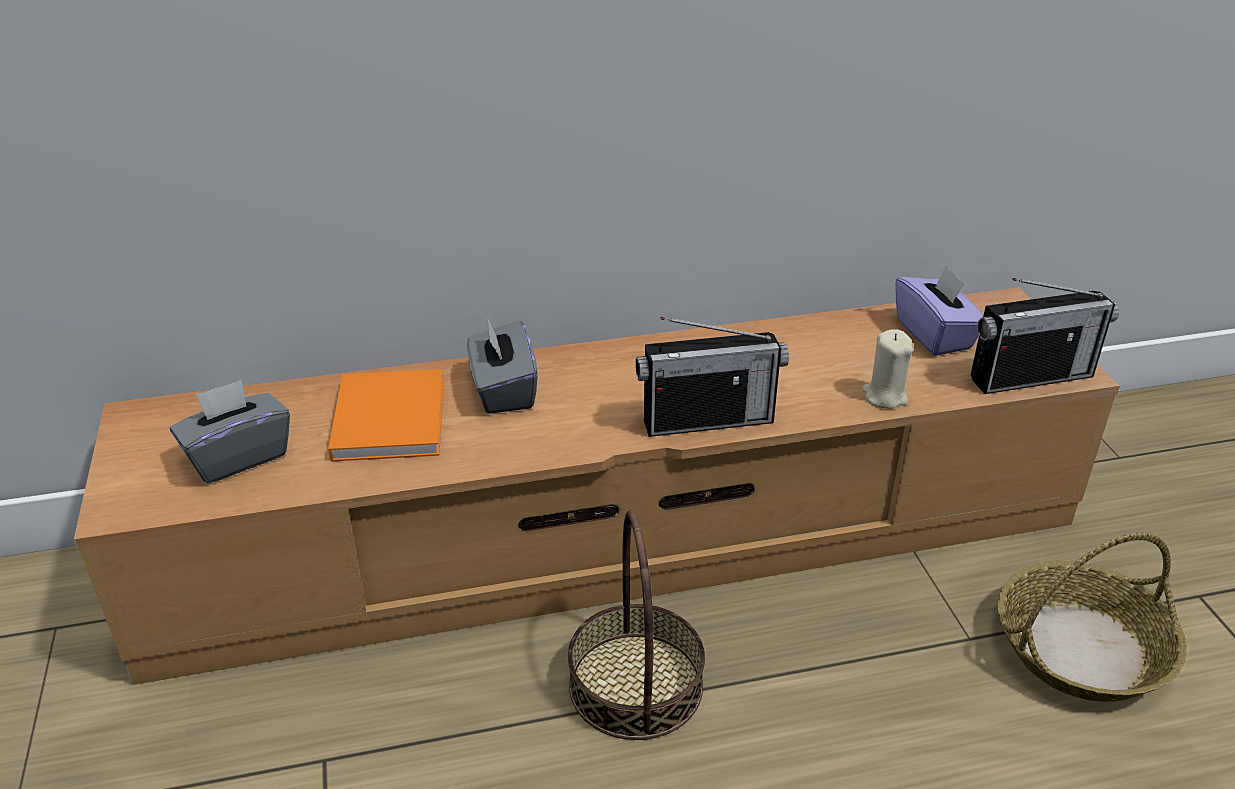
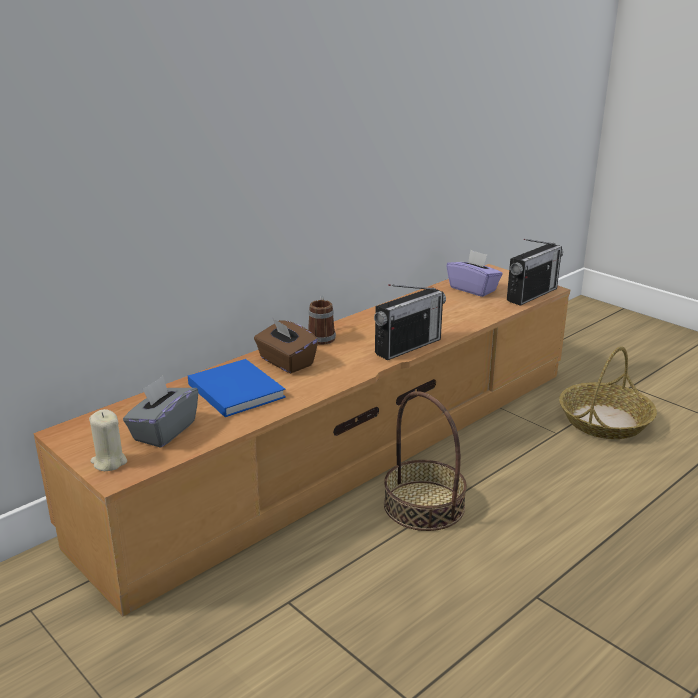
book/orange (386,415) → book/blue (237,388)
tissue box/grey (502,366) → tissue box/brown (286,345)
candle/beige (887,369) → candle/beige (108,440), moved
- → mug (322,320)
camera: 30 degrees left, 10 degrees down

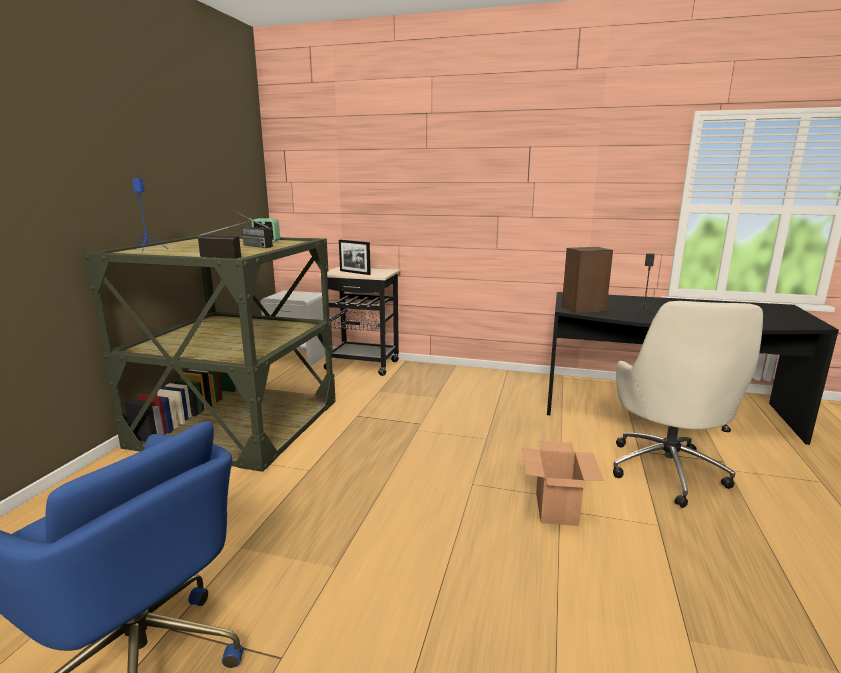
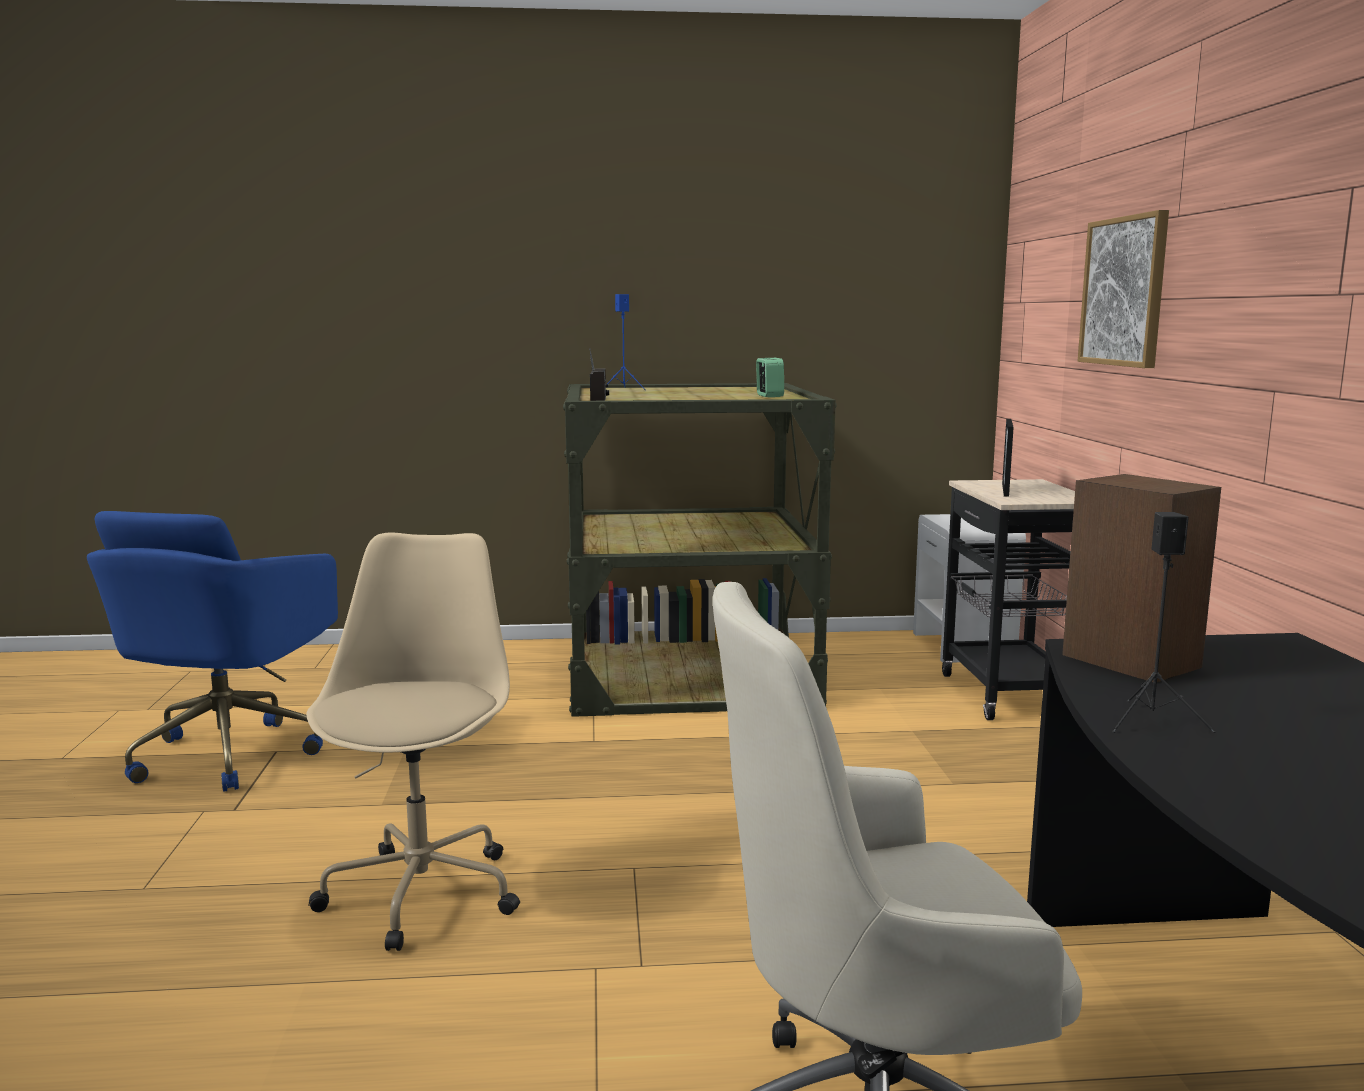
radio (254,230) → -
cardboard box (563,483) → -
- → office chair/beige (413,742)
- → picture (1123,289)
camera: 70 degrees right, 5 degrees down

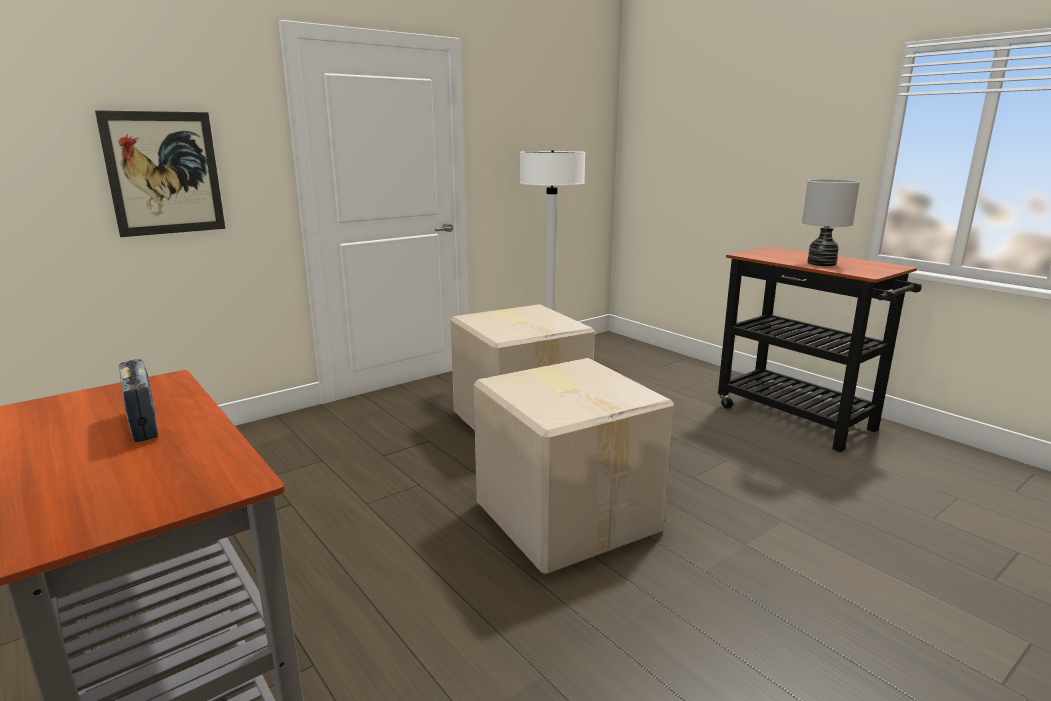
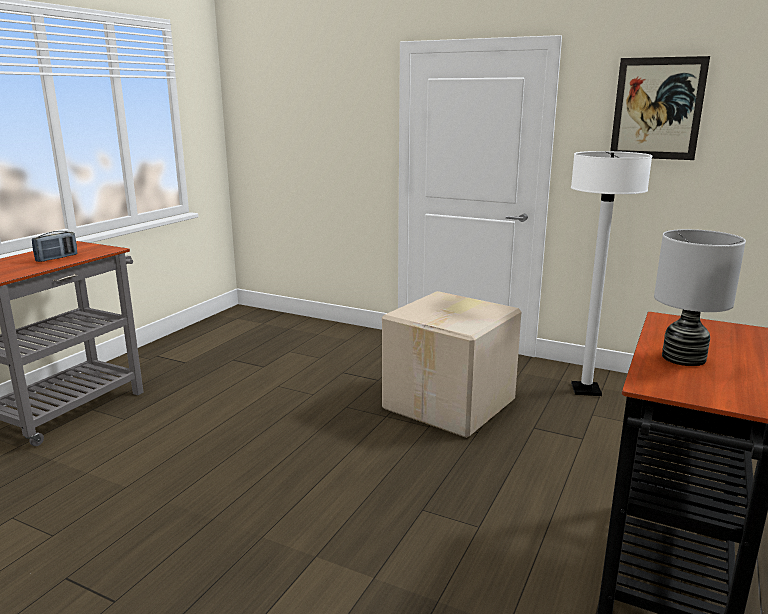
picture (160,173) → picture (660,108), moved
cardboard box (574,466) → -
camera: 65 degrees right, 0 degrees up

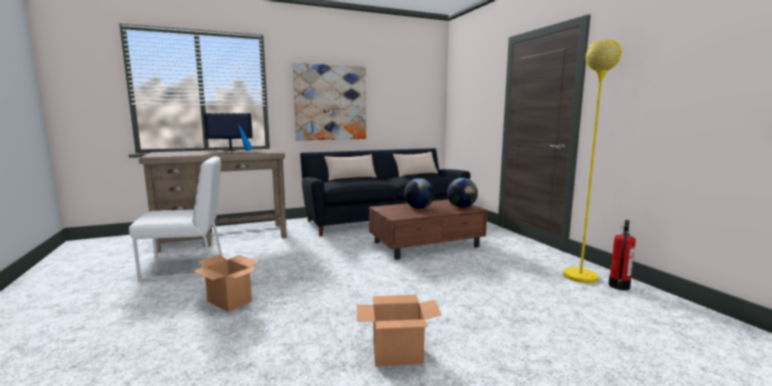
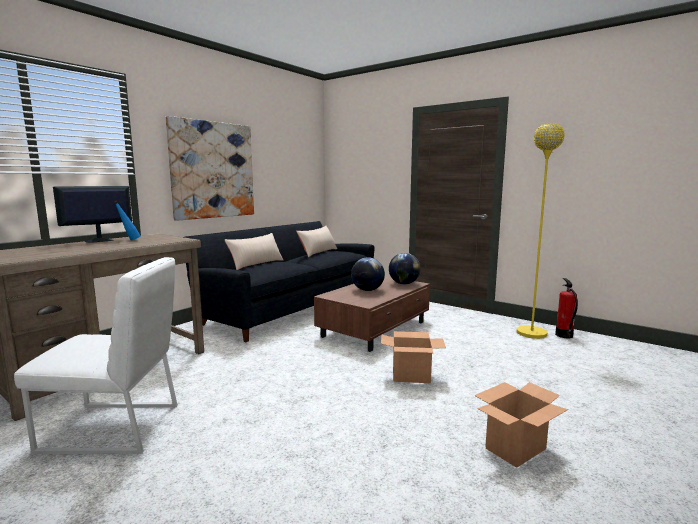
chair/white (175,219) → chair/white (96,355), 45 degrees clockwise
cardboard box (226,283) → cardboard box (413,357), moved
camera: 30 degrees left, 0 degrees up

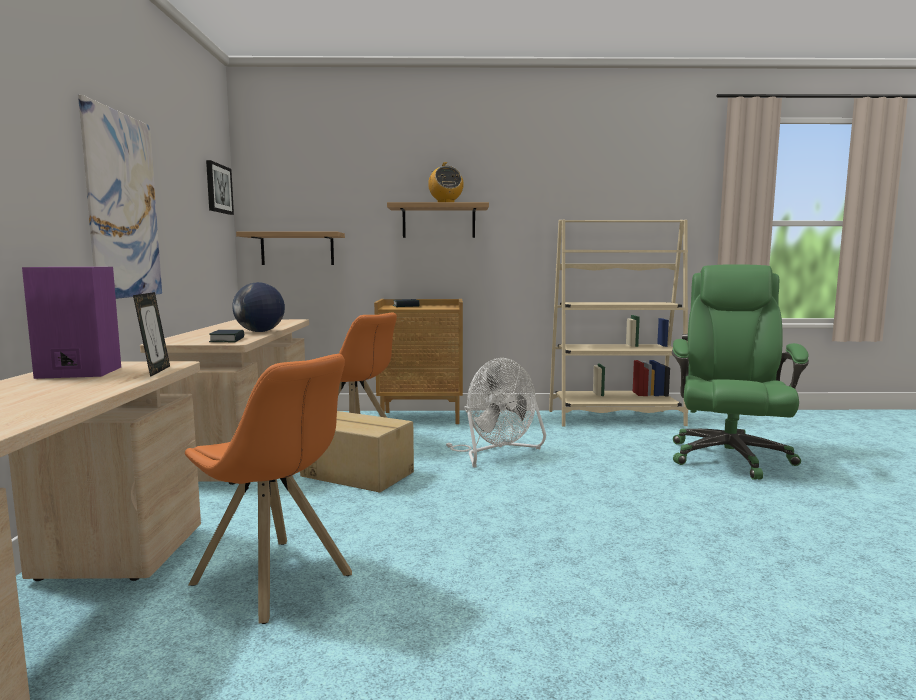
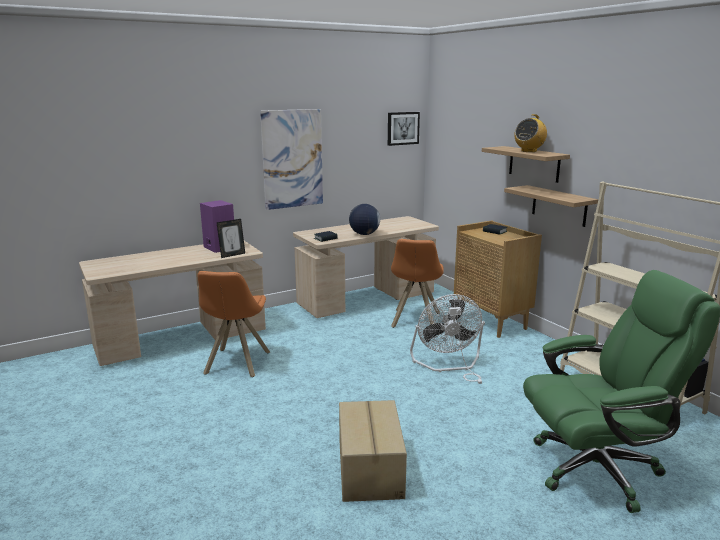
shelf (290,248) → shelf (551,206), moved
cardboard box (357,452) → cardboard box (373,451), moved
fan/white (496,412) → fan/white (447,339), 150 degrees clockwise
camera: 60 degrees right, 10 degrees up

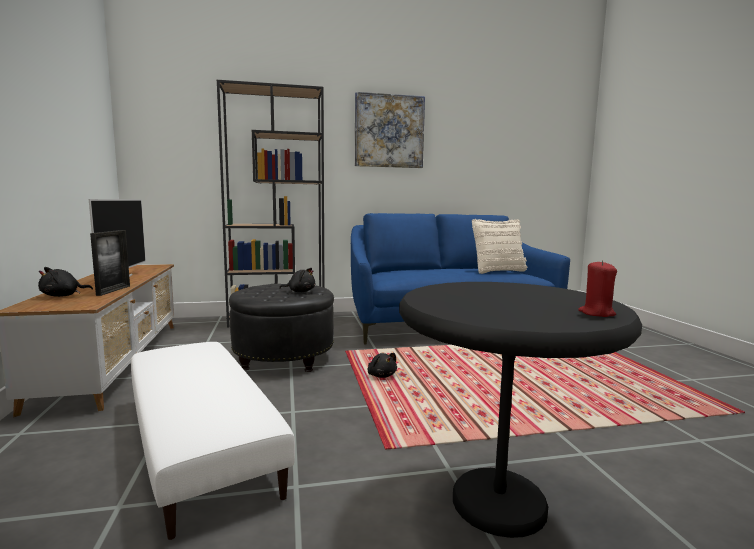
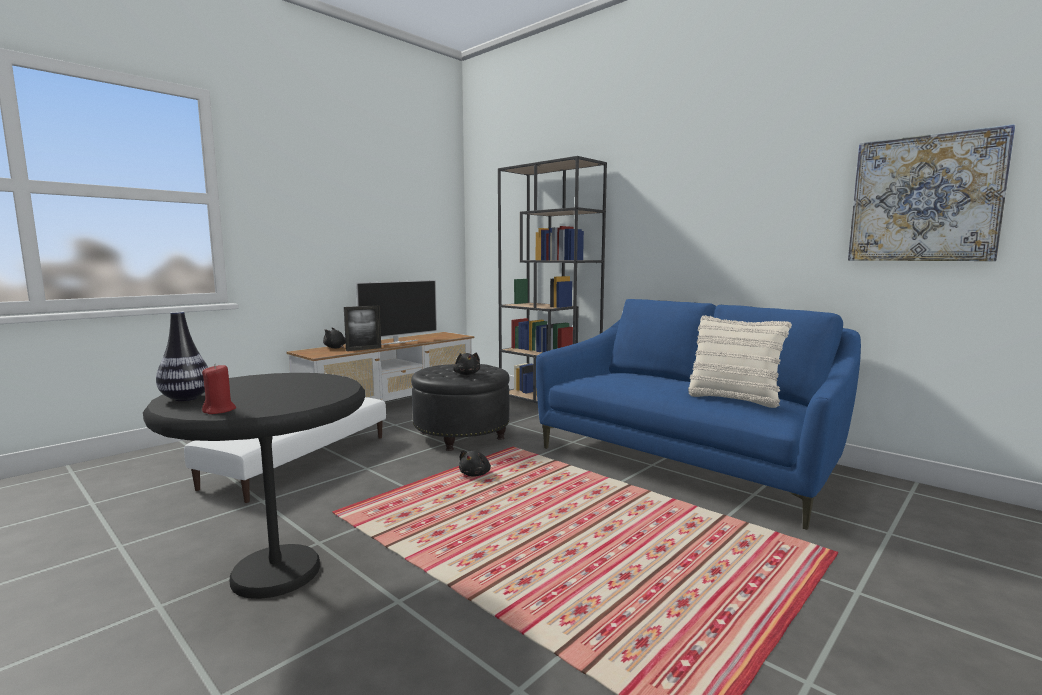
picture (390,130) → picture (932,192), moved
- → vase (182,356)
camera: 55 degrees right, 0 degrees up

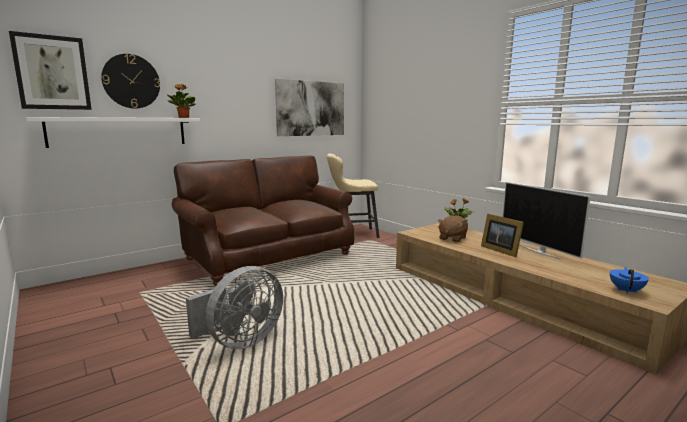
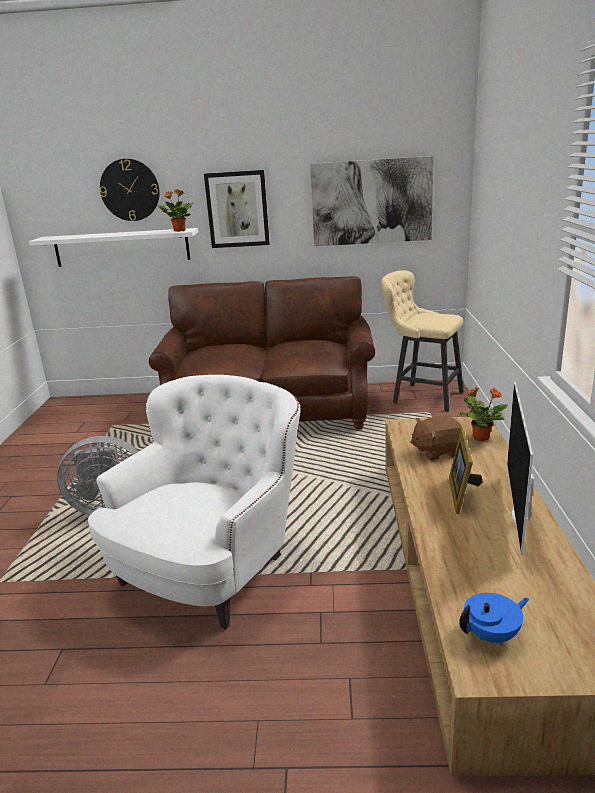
picture (50,70) → picture (237,209), moved
- → armchair/white (194,502)
camera: 40 degrees right, 10 degrees up

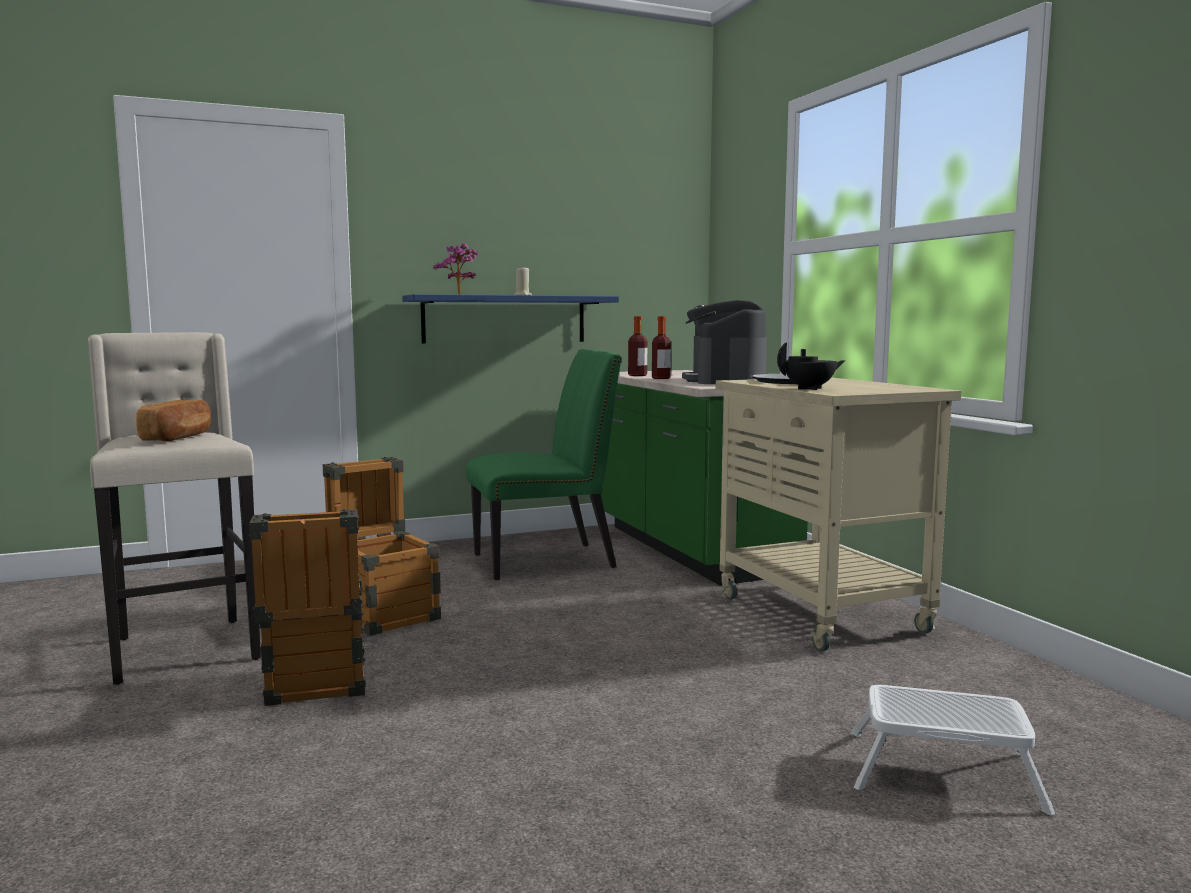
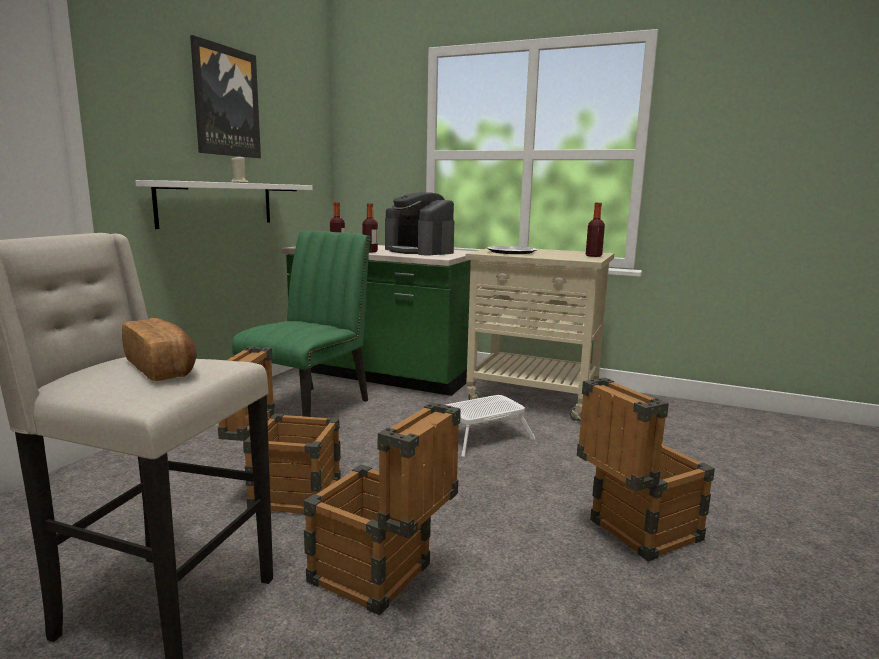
shelf/blue (510,319) → shelf/white (224,204)
potted plant (455,269) → -
teapot/black (811,366) → -
step ladder/white (953,750) → step ladder/white (490,426), moved
- → picture (225,96)
- → crate (646,469)
- → bottle (595,230)
camera: 45 degrees left, 5 degrees up

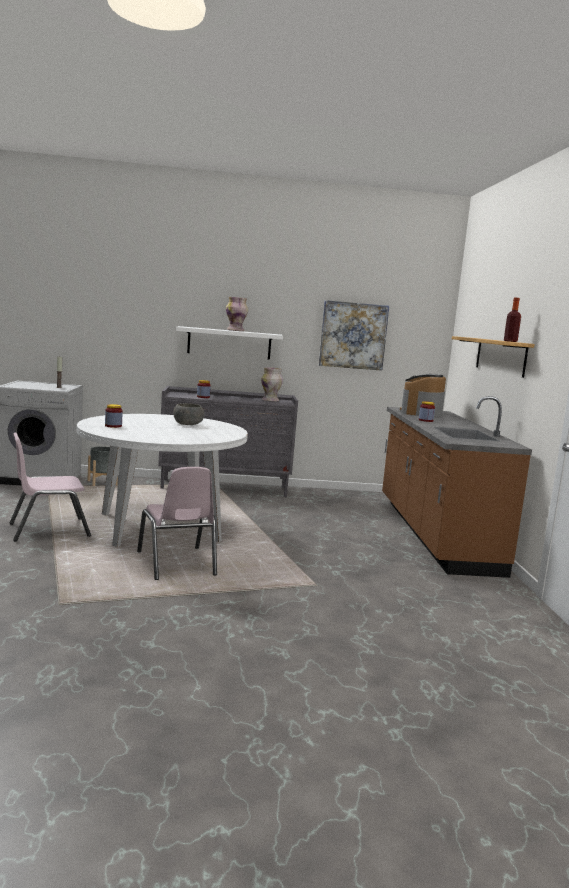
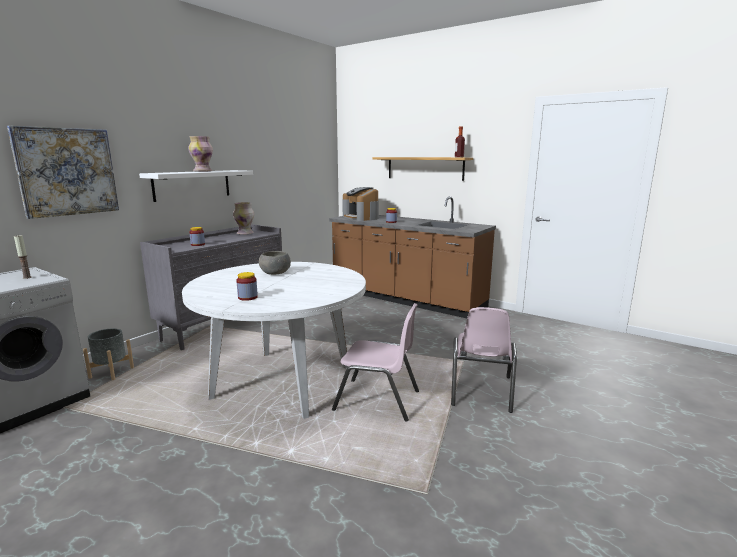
chair/pink (50,487) → chair/pink (484,360), moved
picture (354,335) → picture (63,172), moved
camera: 50 degrees left, 5 degrees up

